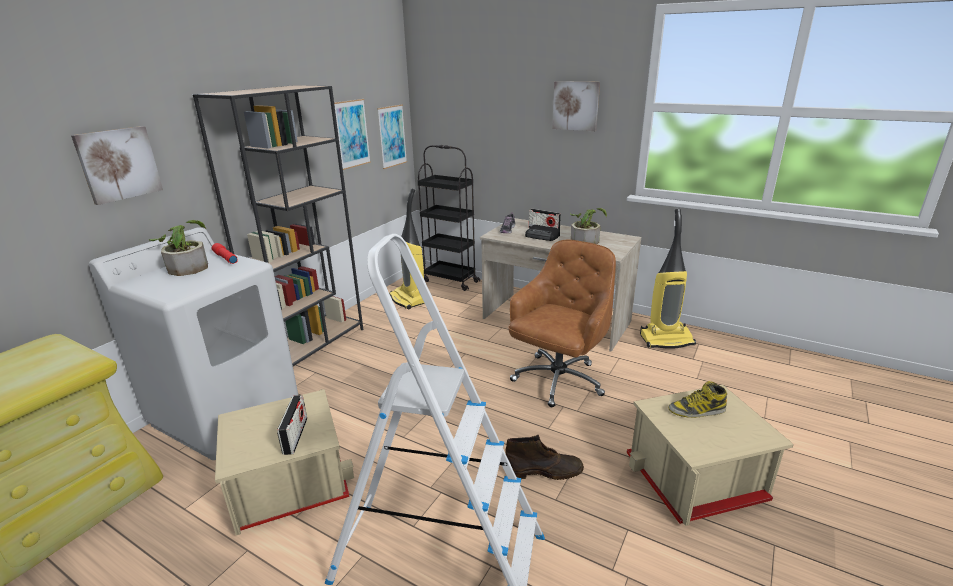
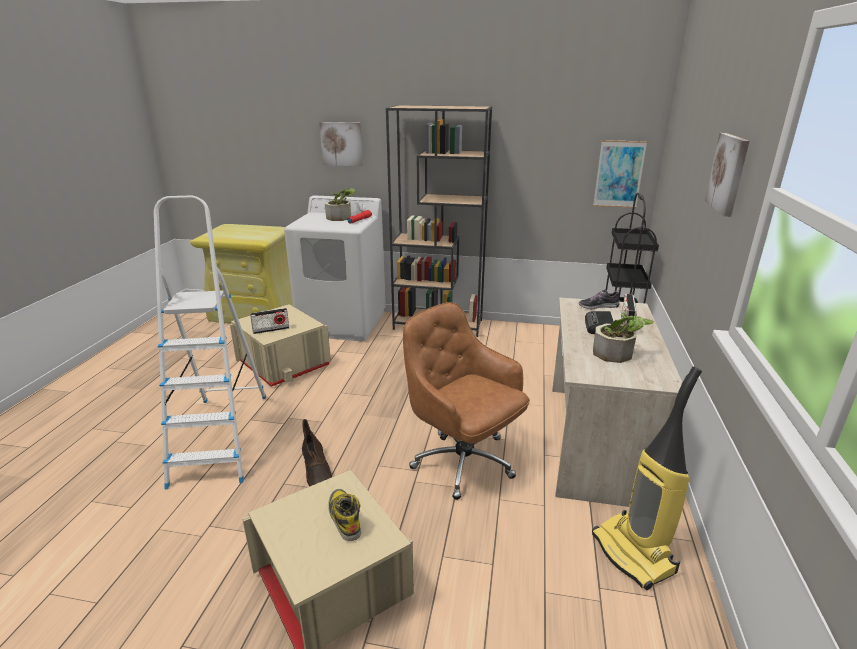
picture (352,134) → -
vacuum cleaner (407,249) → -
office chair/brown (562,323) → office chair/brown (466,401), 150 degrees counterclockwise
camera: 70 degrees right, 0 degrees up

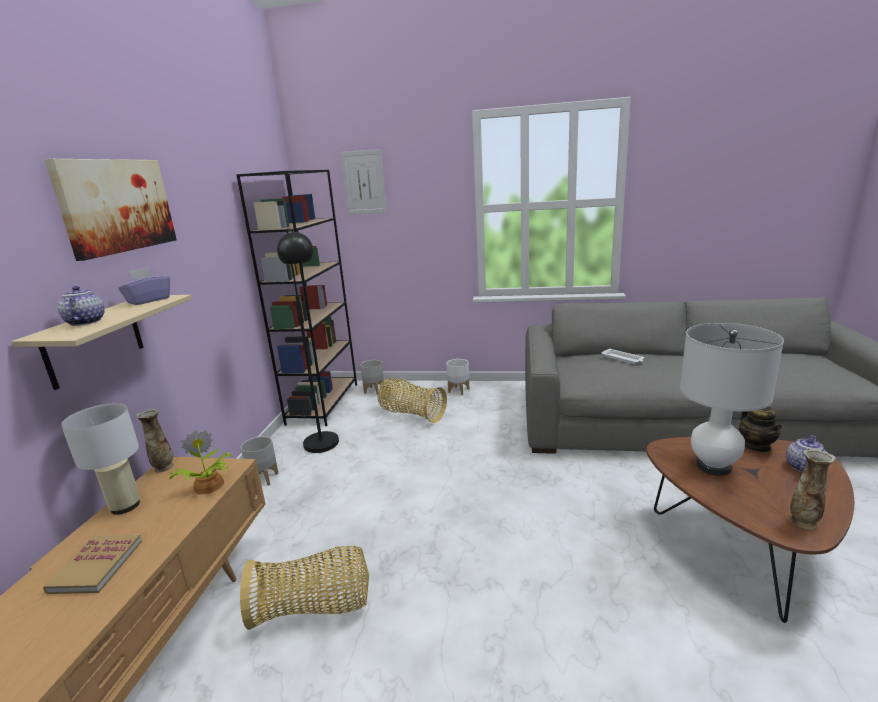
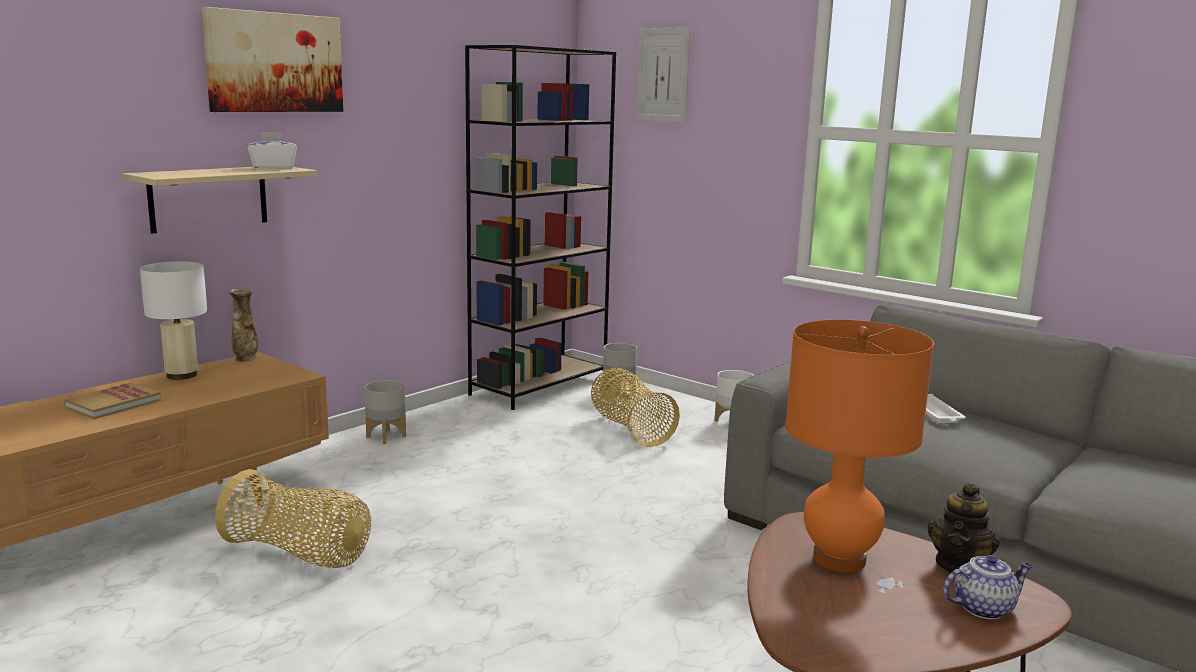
teapot (81,306) → -
tissue box/purple (144,286) → tissue box/white (272,150)
potted plant (200,462) → -
floor lamp/black (308,340) → -
table lamp/white (732,399) → table lamp/orange (859,446)
vase (813,488) → -
camera: 30 degrees right, 5 degrees down

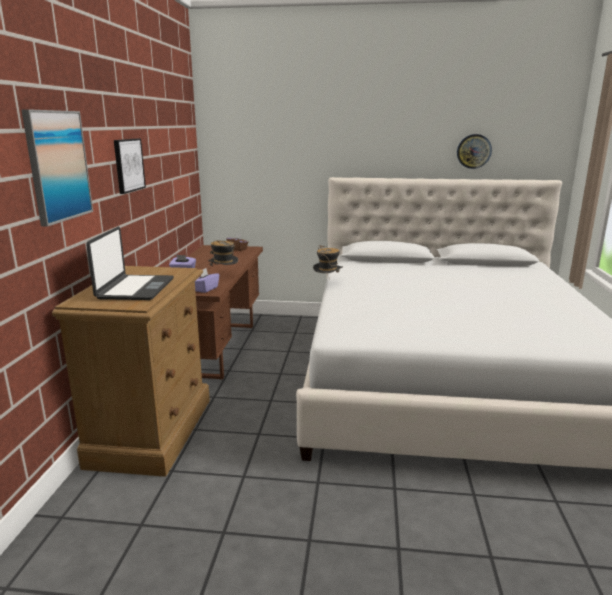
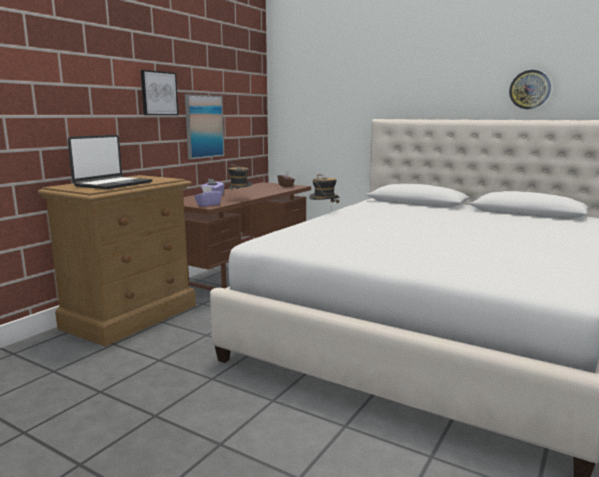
picture (57,168) → picture (205,126), moved
camera: 25 degrees right, 5 degrees down

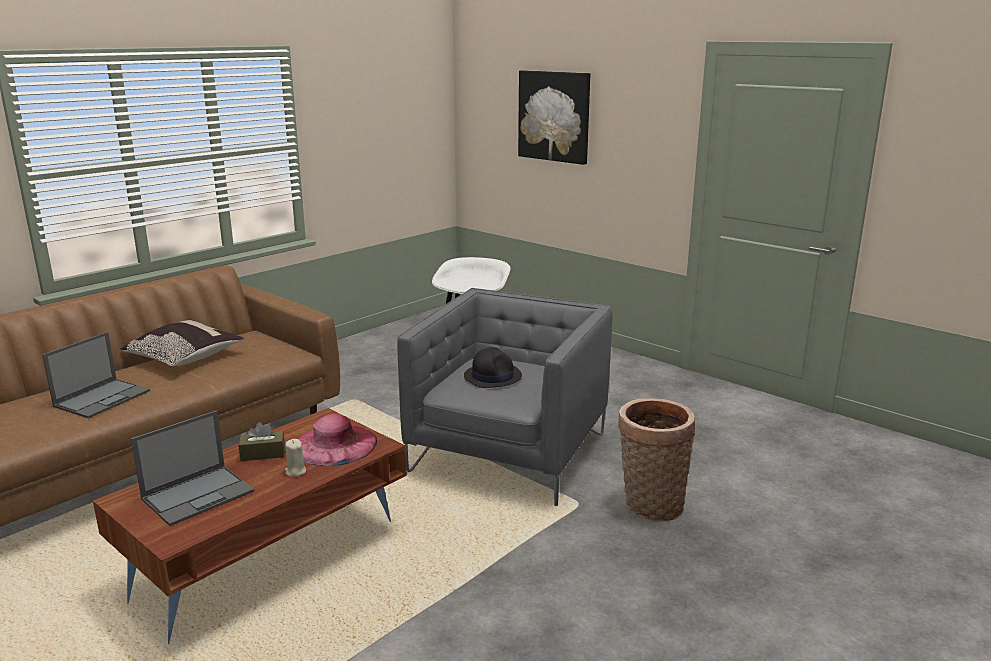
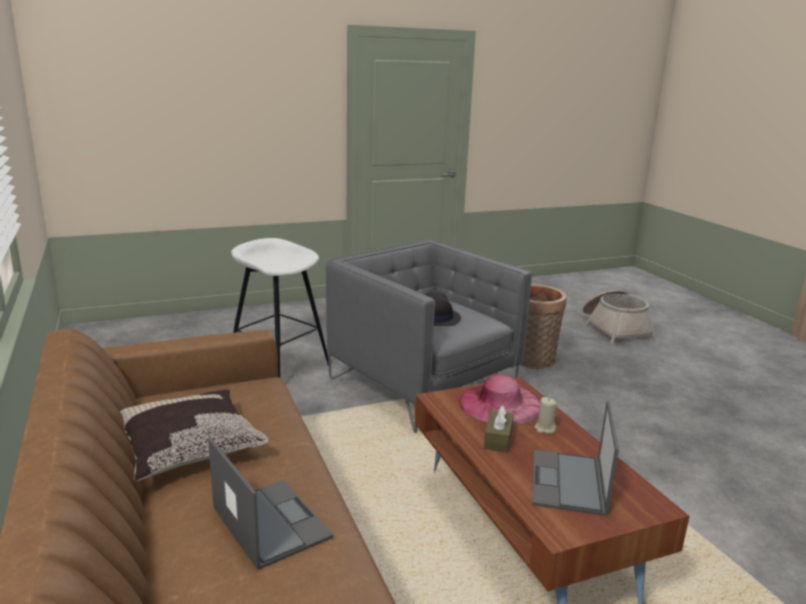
laptop (193,468) → laptop (575,458), 150 degrees counterclockwise
picture (554,117) → -
- → basket (619,317)
camera: 65 degrees left, 0 degrees up

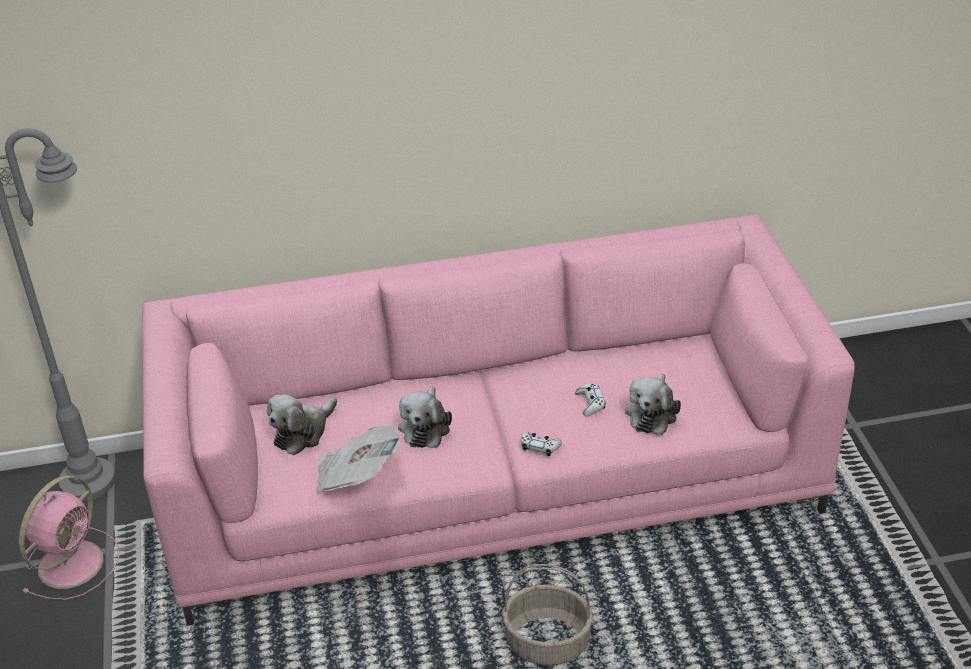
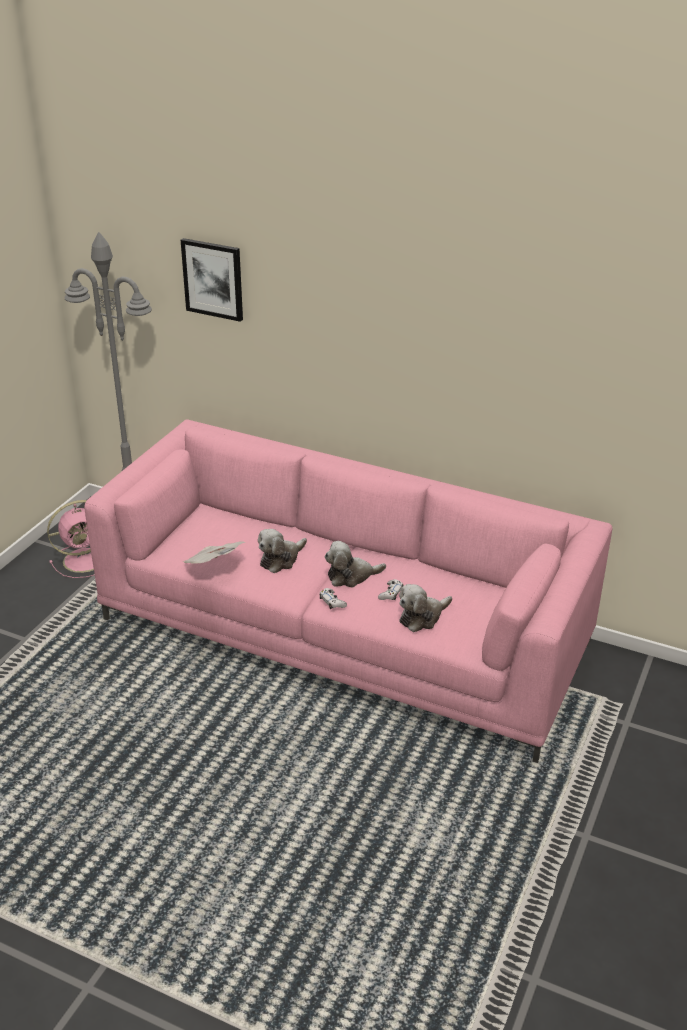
plush toy (302,424) → plush toy (355,564), moved
basket (547,614) → -
- → picture (212,280)
camera: 35 degrees right, 5 degrees down

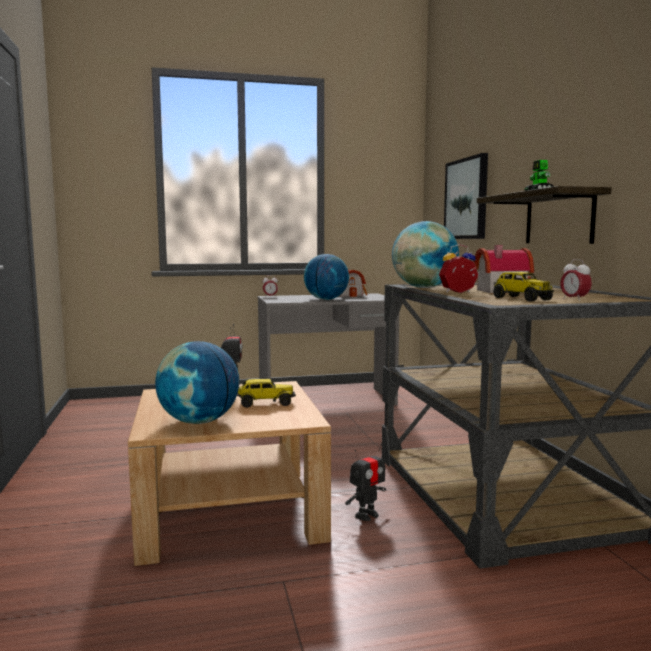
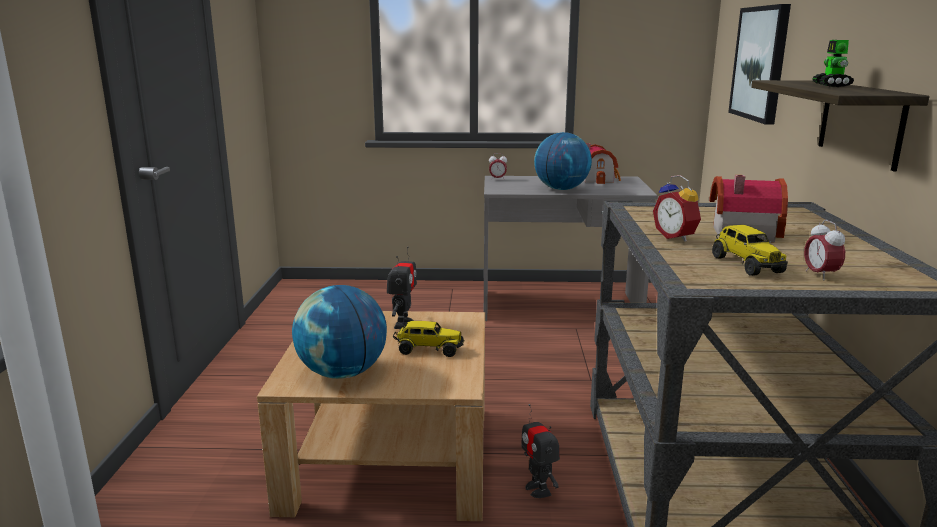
toy robot (365,482) → toy robot (540,451), 90 degrees clockwise
globe (425,254) → -
alarm clock (458,268) → alarm clock (677,208), 120 degrees counterclockwise
camera: 15 degrees right, 10 degrees up

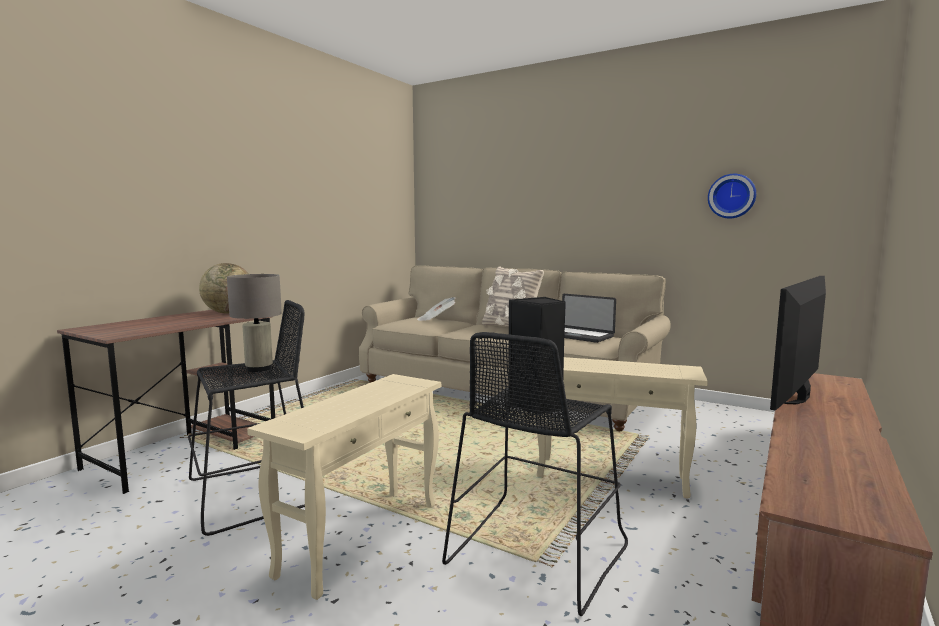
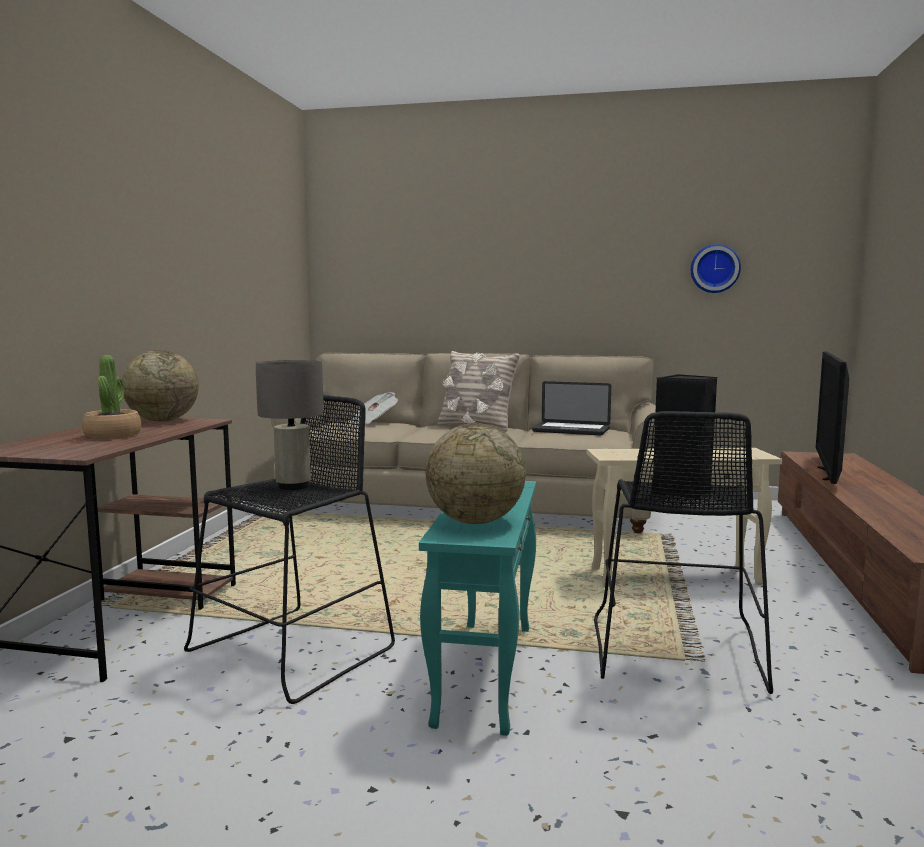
side table/beige (344,487) → side table/turquoise (477,608)
- → potted plant (111,397)
- → globe (476,473)
camera: 20 degrees left, 0 degrees up

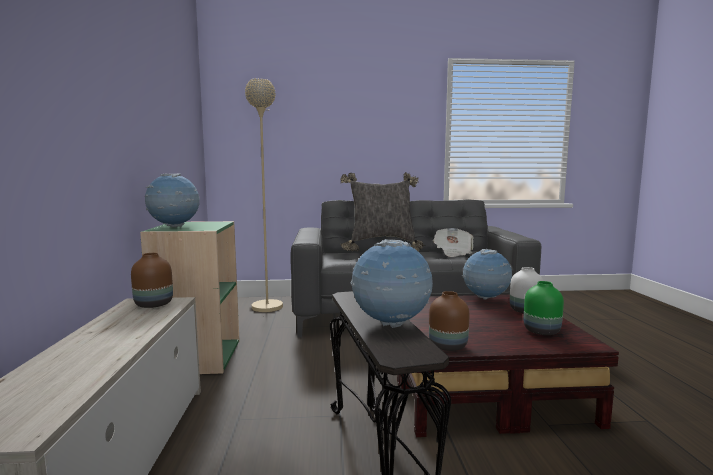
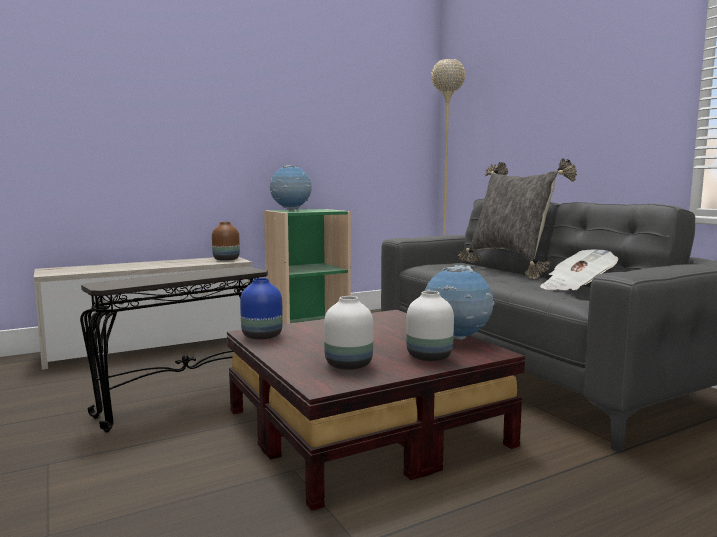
globe (391,283) → -
vase/brown (449,321) → vase/blue (261,308)
vase/green (544,308) → vase/white (348,333)
camera: 65 degrees right, 0 degrees up

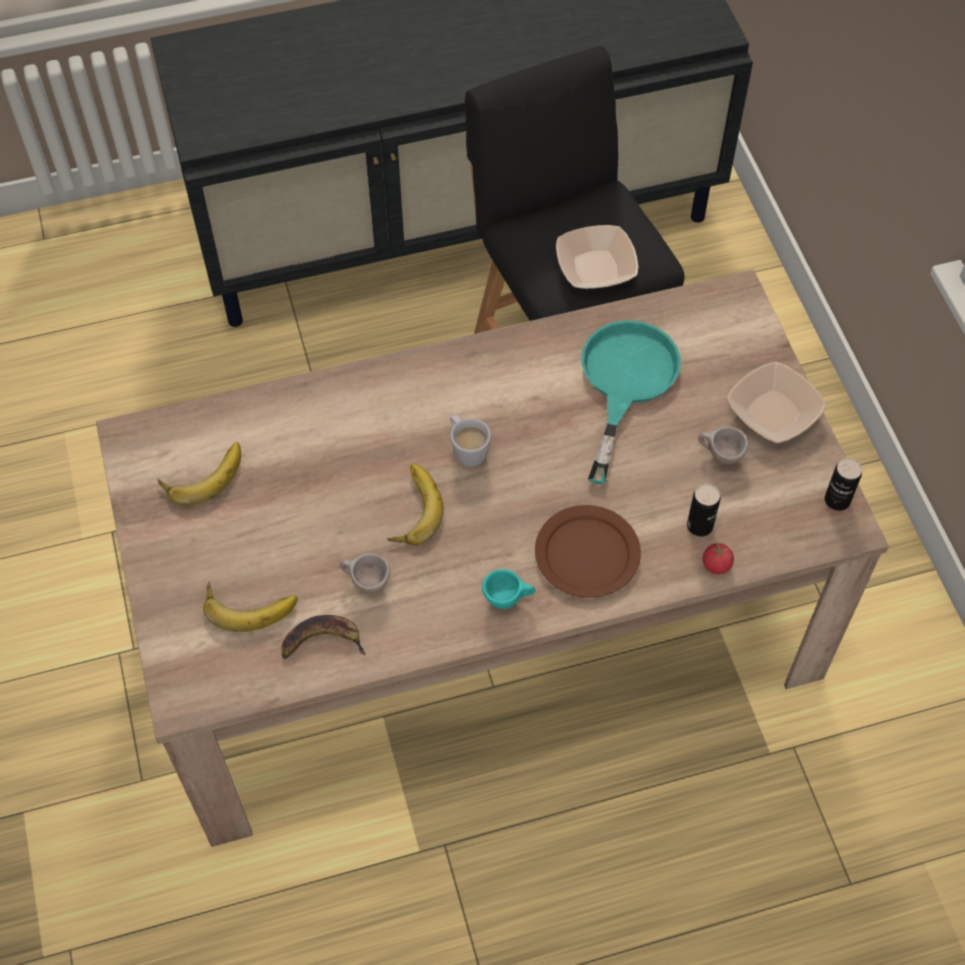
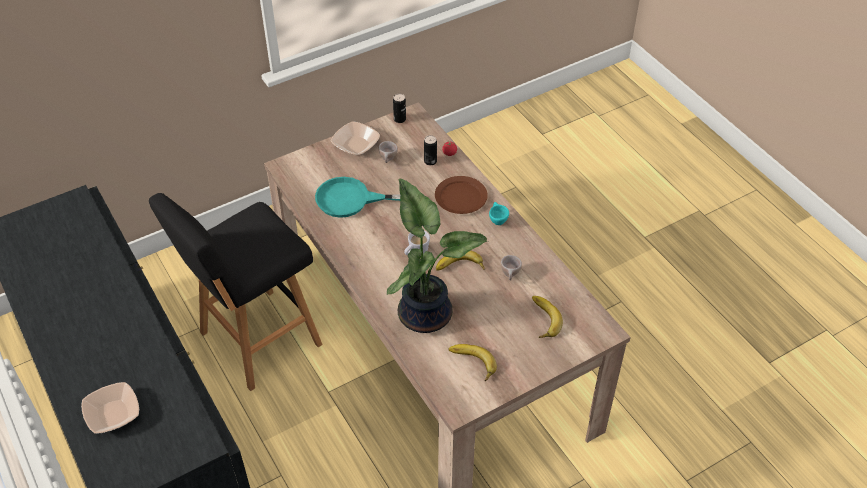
banana (323,637) → -
bowl (597,257) → bowl (110,408), moved
- → potted plant (437,255)
camera: 105 degrees left, 10 degrees down

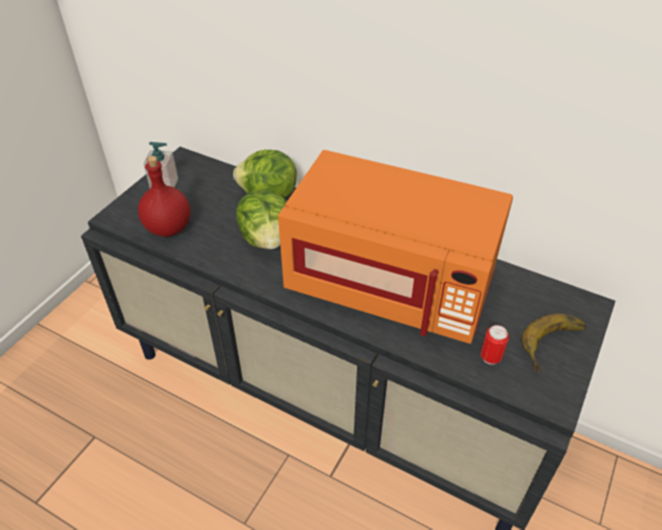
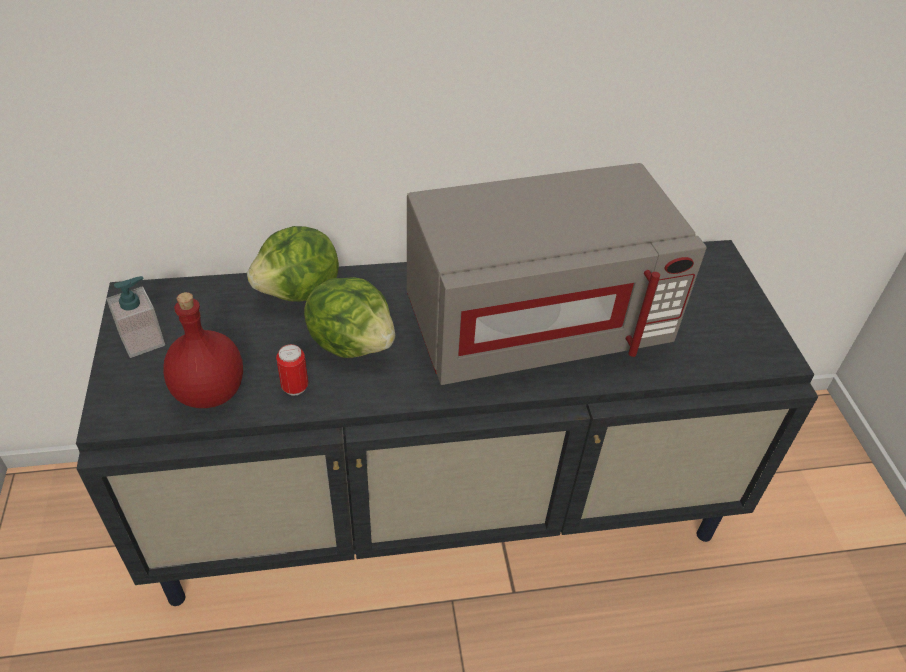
microwave/orange (395,247) → microwave/grey (557,274)
can (495,345) → can (292,370), moved
banana (553,343) → -
camera: 40 degrees left, 0 degrees up

